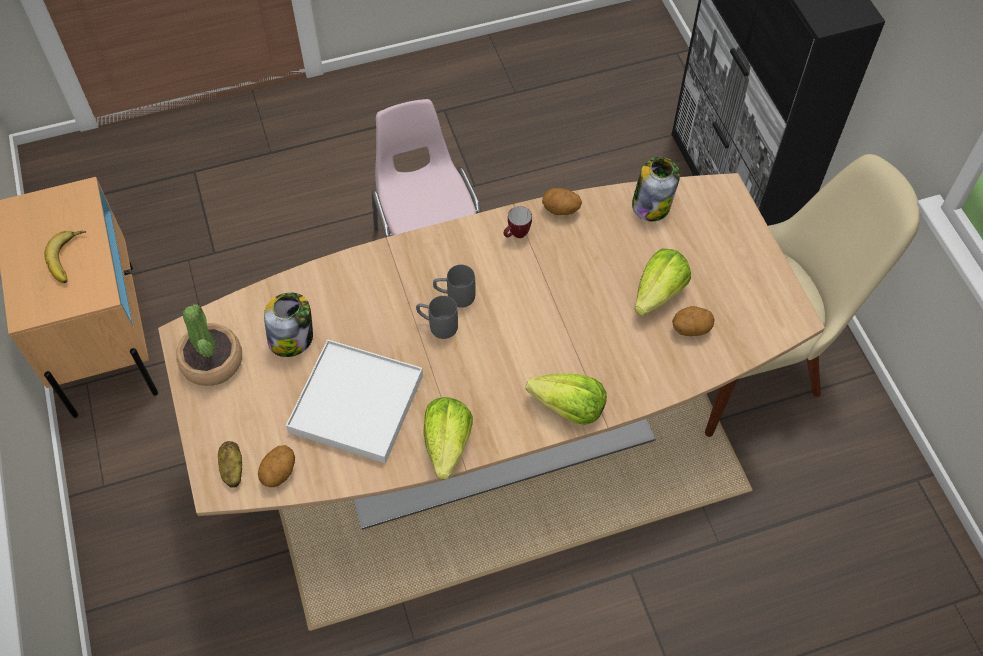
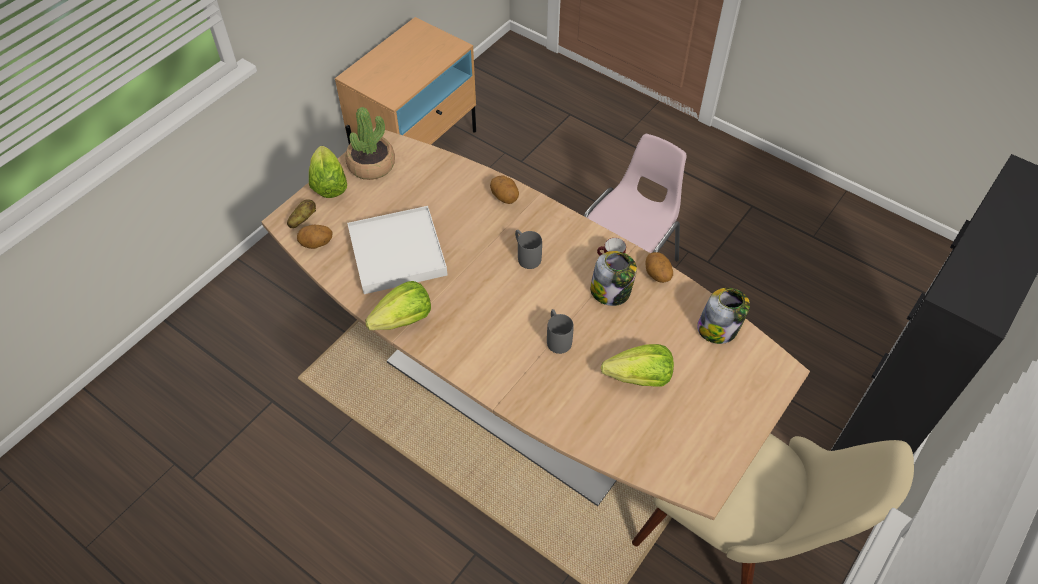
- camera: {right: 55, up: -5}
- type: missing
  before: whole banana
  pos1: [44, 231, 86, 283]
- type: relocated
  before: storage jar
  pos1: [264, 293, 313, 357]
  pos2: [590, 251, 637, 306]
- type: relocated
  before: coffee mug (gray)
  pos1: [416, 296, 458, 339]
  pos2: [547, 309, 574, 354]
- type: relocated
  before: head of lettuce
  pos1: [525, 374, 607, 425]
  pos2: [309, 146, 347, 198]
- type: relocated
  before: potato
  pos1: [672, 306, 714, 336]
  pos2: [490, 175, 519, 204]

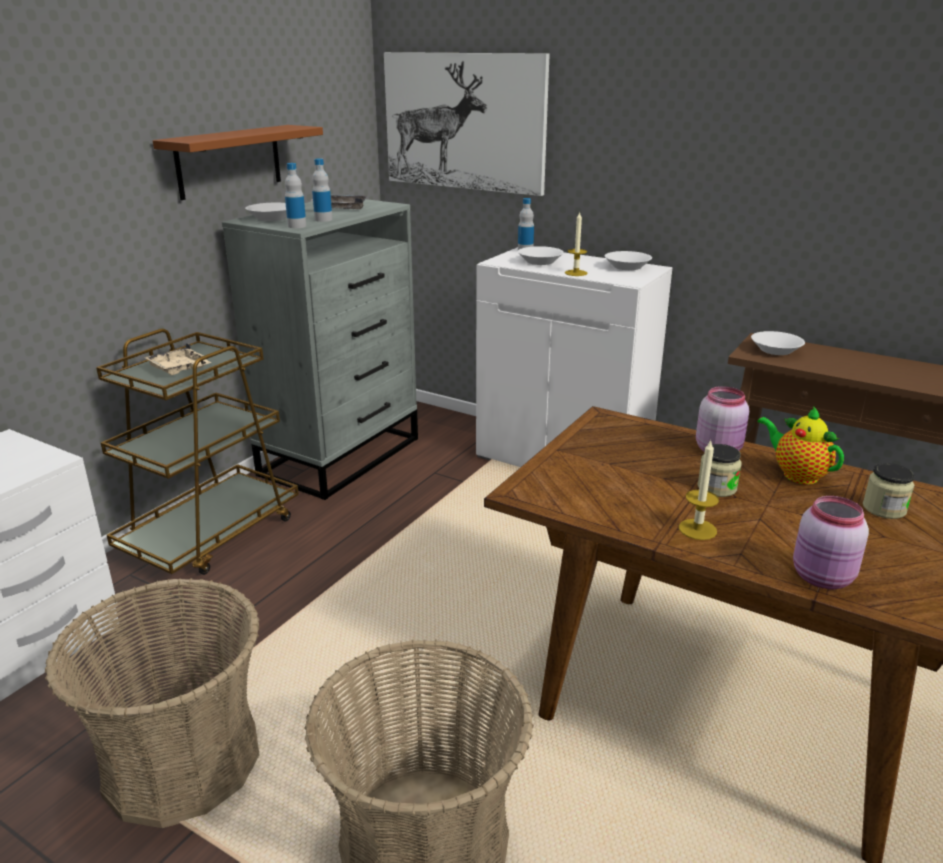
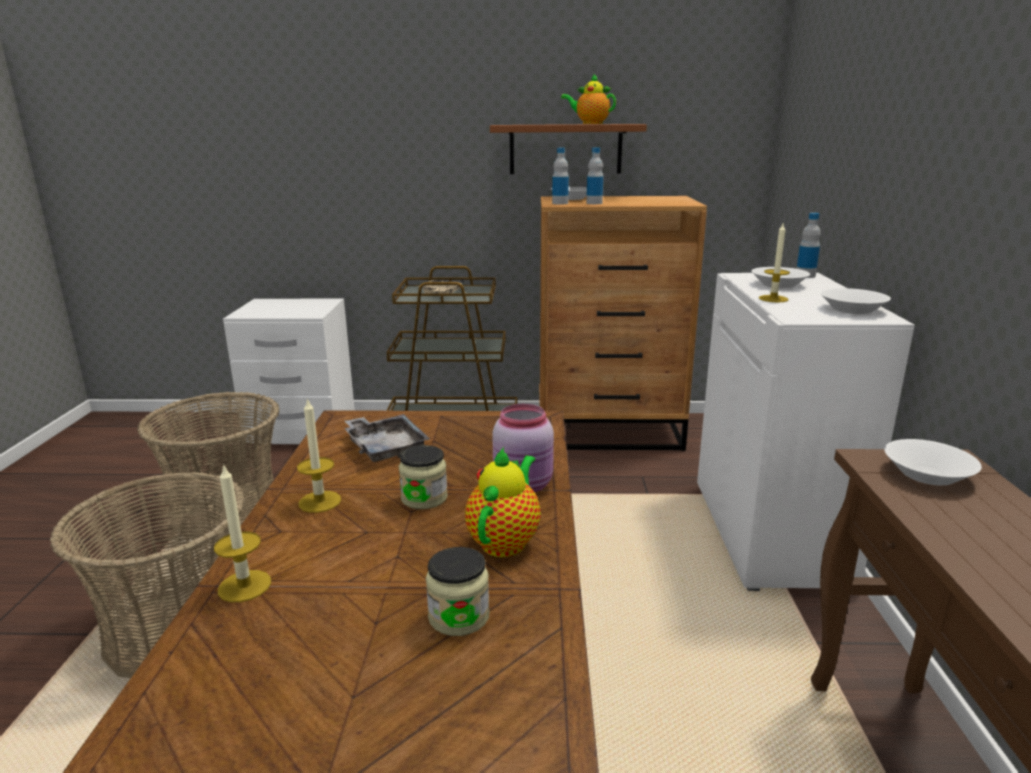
- camera: {right: 60, up: -5}
- type: missing
  before: wall art
  pos1: [384, 52, 550, 196]
- type: appeared
  after: teapot
  pos2: [561, 73, 616, 124]
- type: relocated
  before: tray (gray)
  pos1: [310, 195, 367, 209]
  pos2: [345, 414, 430, 462]
- type: exchanged
  before: storage jar (pink)
  after: wax candle
  pos1: [793, 496, 869, 589]
  pos2: [214, 464, 271, 602]
- type: colour
  before: dresser (gray)
  after: dresser (brown-coloured)
  pos1: [222, 199, 418, 500]
  pos2: [539, 196, 707, 451]

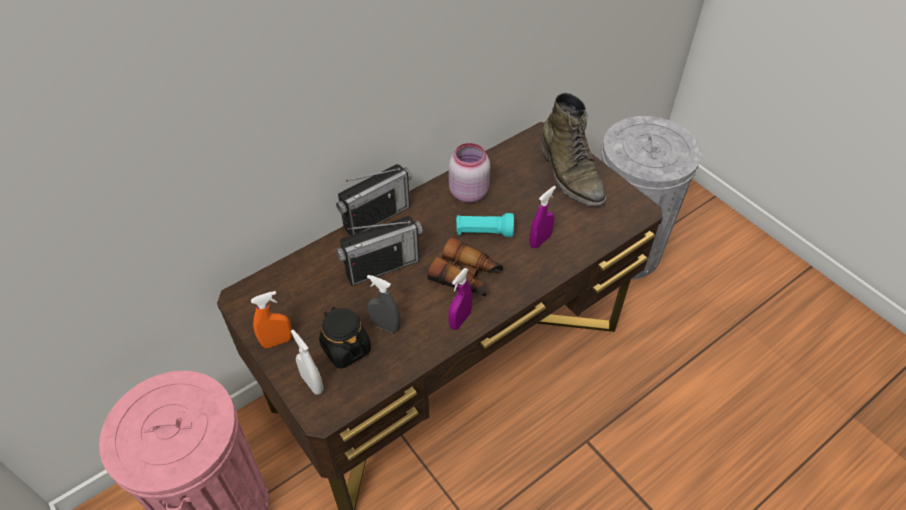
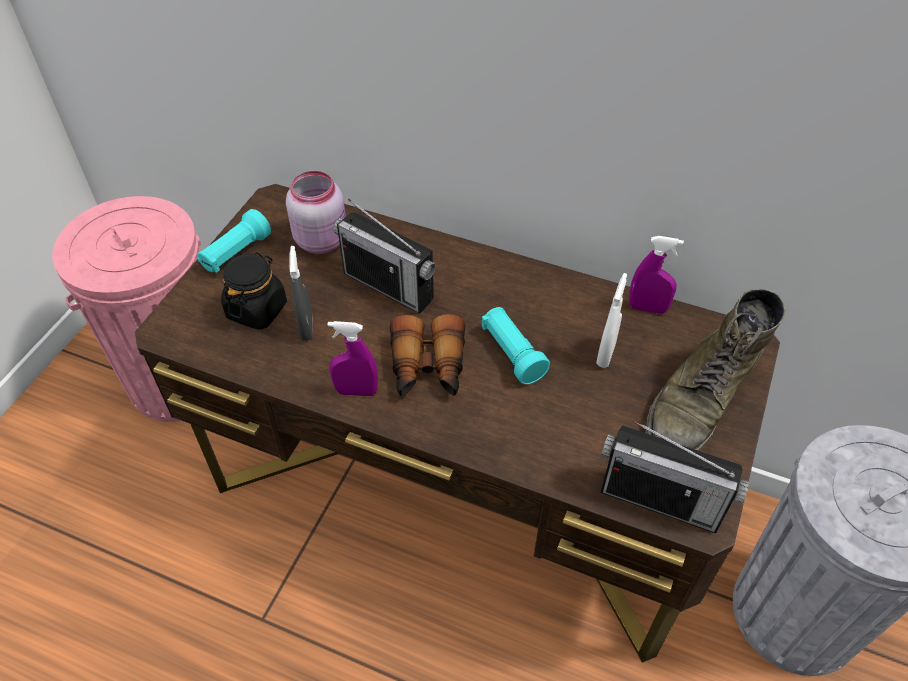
- camera: {right: 60, up: 0}
- type: relocated
  before: spray bottle (white)
  pos1: [291, 330, 324, 394]
  pos2: [596, 273, 627, 368]
- type: relocated
  before: radio set
  pos1: [336, 164, 412, 236]
  pos2: [601, 420, 749, 533]
- type: relocated
  before: storage jar (pink)
  pos1: [449, 143, 490, 203]
  pos2: [286, 171, 346, 254]
- type: relocated
  before: spray bottle (purplish)
  pos1: [530, 186, 556, 248]
  pos2: [629, 236, 684, 314]
- type: exchanged
  before: spray bottle (orange)
  after: torch (turquoise-coloured)
  pos1: [251, 291, 292, 348]
  pos2: [197, 209, 271, 273]

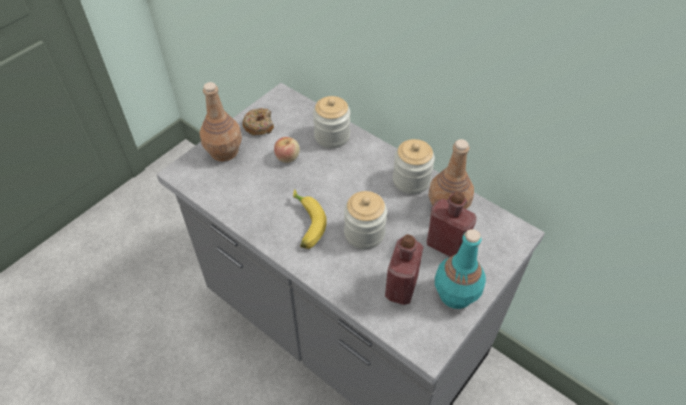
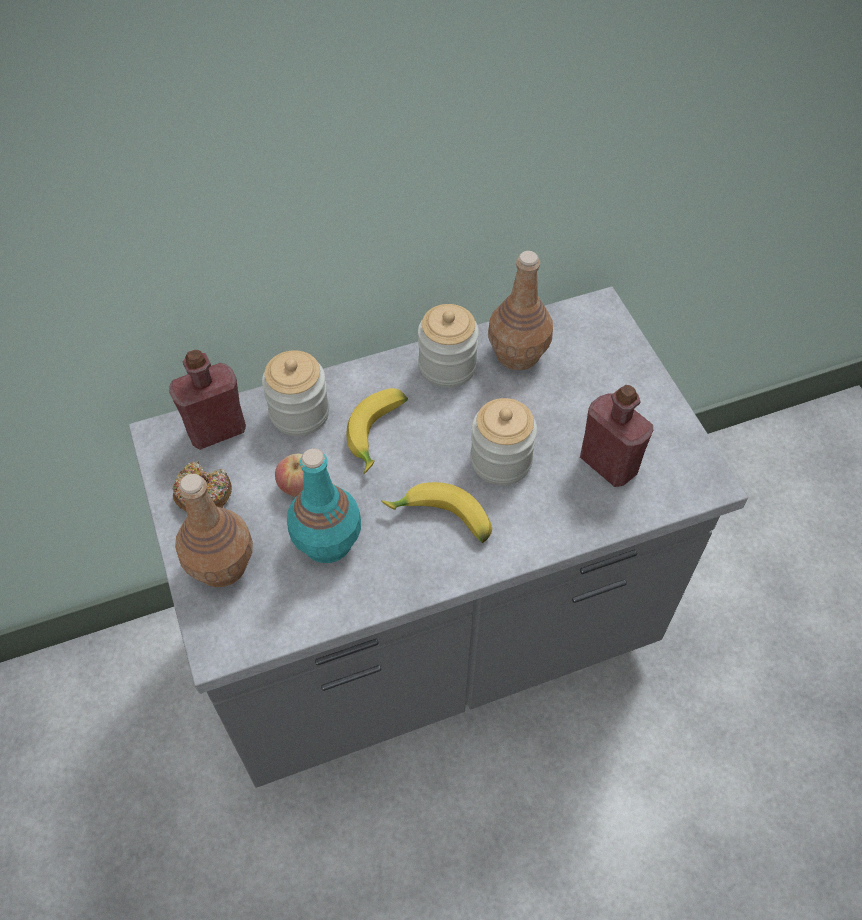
- camera: {right: -60, up: 5}
- type: appeared
  after: whole banana
  pos2: [347, 388, 408, 474]
- type: relocated
  before: bottle (reddish)
  pos1: [427, 191, 476, 257]
  pos2: [169, 350, 246, 450]
- type: relocated
  before: bottle (turquoise-coloured)
  pos1: [435, 229, 486, 309]
  pos2: [287, 449, 361, 563]

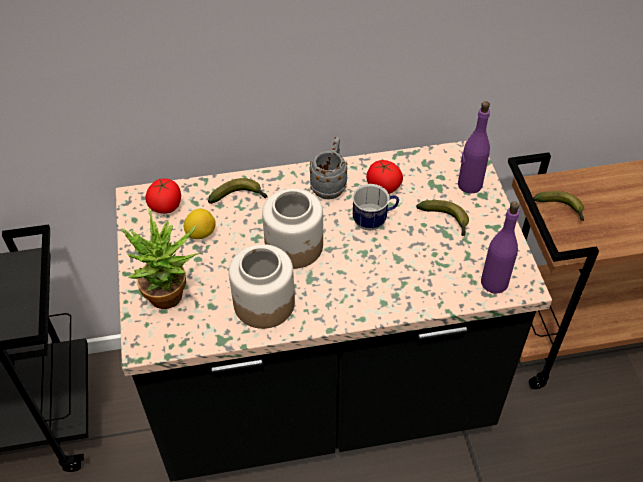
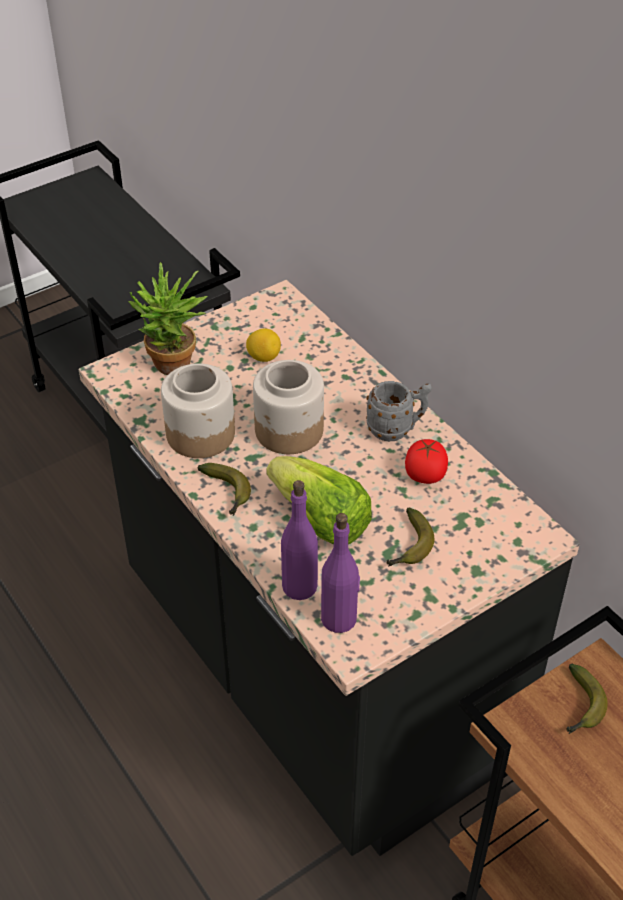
- camera: {right: 65, up: -5}
- type: missing
  before: tomato
  pos1: [145, 179, 181, 214]
- type: missing
  before: coffee mug
  pos1: [352, 184, 399, 231]
- type: appeared
  after: head of lettuce
  pos2: [266, 456, 372, 545]
- type: relocated
  before: whole banana
  pos1: [208, 178, 267, 204]
  pos2: [198, 463, 251, 516]
- type: relocated
  before: bottle (purplish)
  pos1: [458, 101, 490, 193]
  pos2: [281, 480, 318, 600]

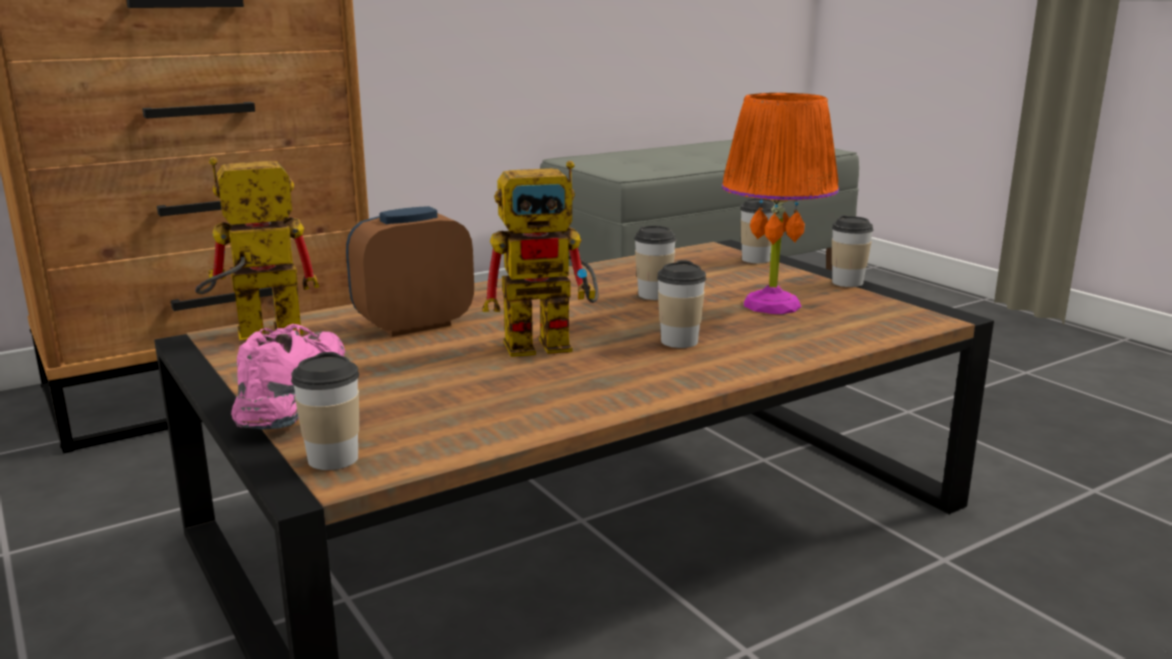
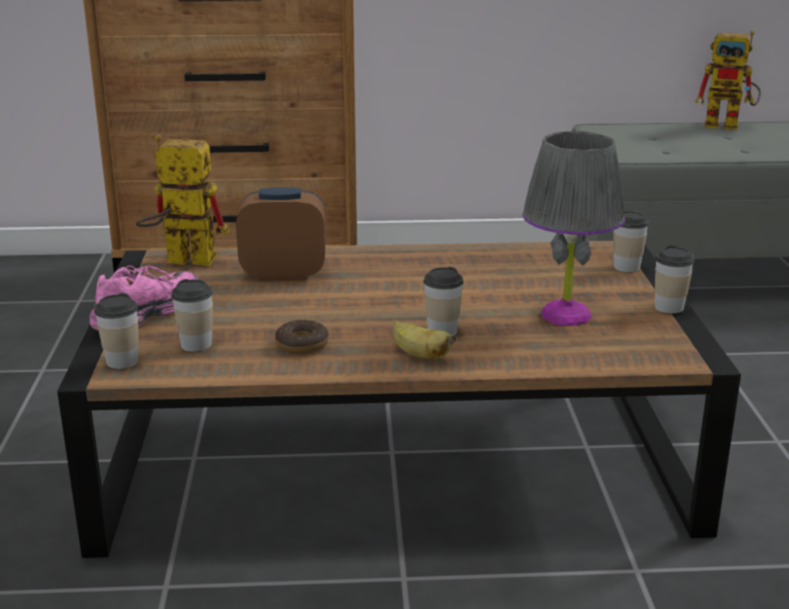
- camera: {right: 30, up: 5}
- type: appeared
  after: doughnut
  pos2: [275, 320, 329, 354]
- type: appeared
  after: whole banana
  pos2: [393, 320, 456, 359]
- type: relocated
  before: toy robot
  pos1: [483, 161, 599, 357]
  pos2: [695, 31, 761, 130]
- type: relocated
  before: small cup
  pos1: [634, 226, 677, 300]
  pos2: [171, 279, 213, 352]
- type: colour
  before: table lamp (orange)
  after: table lamp (gray)
  pos1: [722, 93, 839, 314]
  pos2: [522, 131, 625, 326]

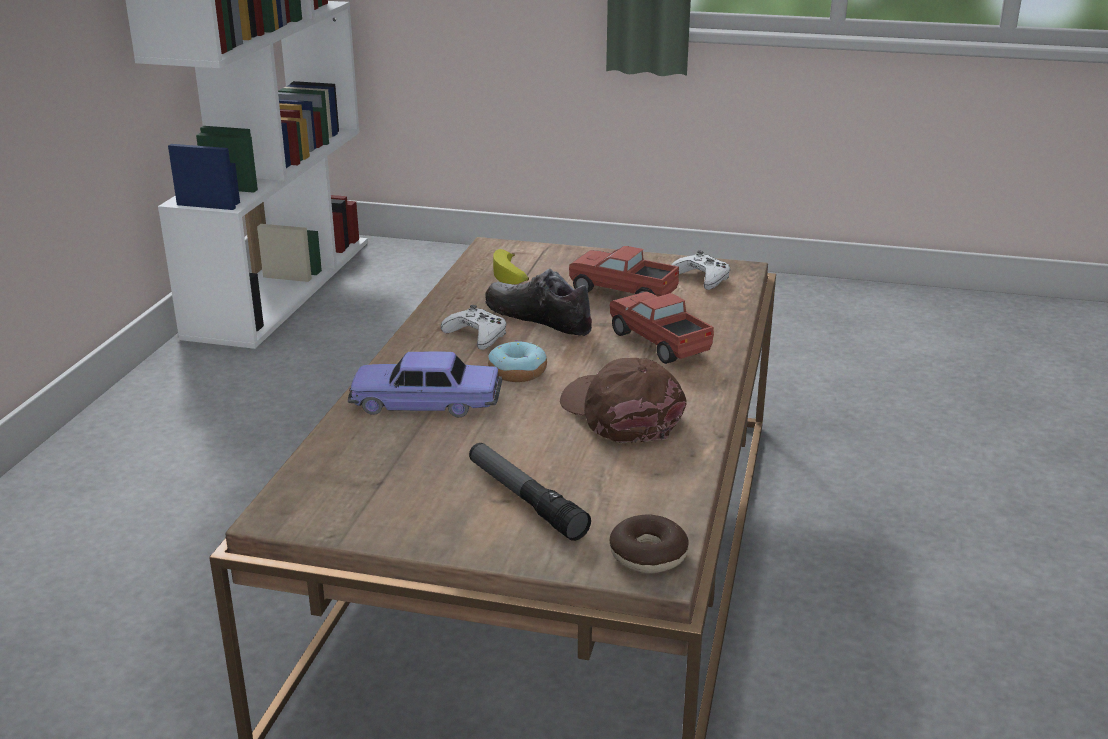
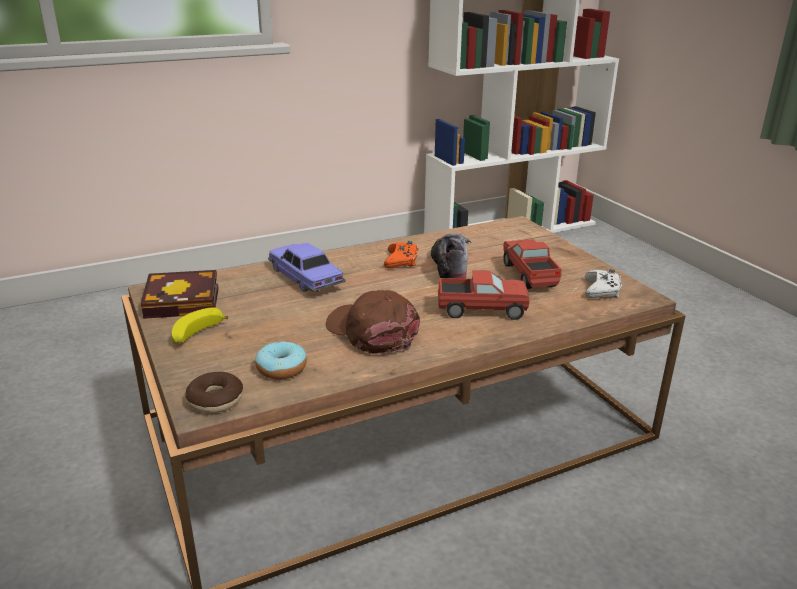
- camera: {right: 50, up: 0}
- type: missing
  before: torch
  pos1: [469, 443, 591, 541]
- type: appeared
  after: volume
  pos2: [141, 270, 219, 319]
- type: relocated
  before: doughnut
  pos1: [488, 340, 547, 382]
  pos2: [255, 341, 307, 379]
- type: relocated
  before: whole banana
  pos1: [493, 249, 529, 284]
  pos2: [172, 308, 228, 344]
- type: colour
  before: gamepad (white)
  after: gamepad (orange)
  pos1: [441, 305, 507, 350]
  pos2: [384, 240, 418, 268]
- type: spun
  before: baseball cap (brown-coloured)
  pos1: [560, 358, 687, 443]
  pos2: [326, 290, 420, 354]
  turn: -60
- type: spun
  before: toy truck
  pos1: [609, 291, 714, 364]
  pos2: [438, 270, 529, 320]
  turn: 75

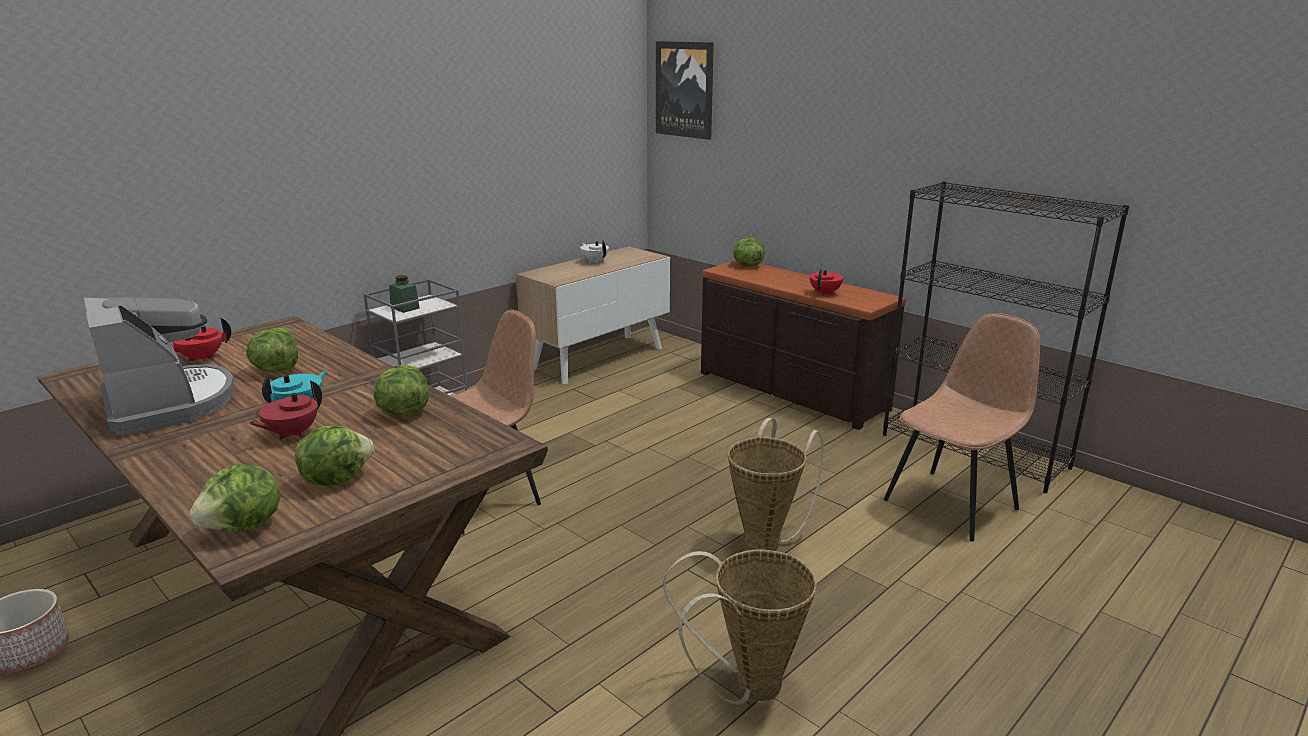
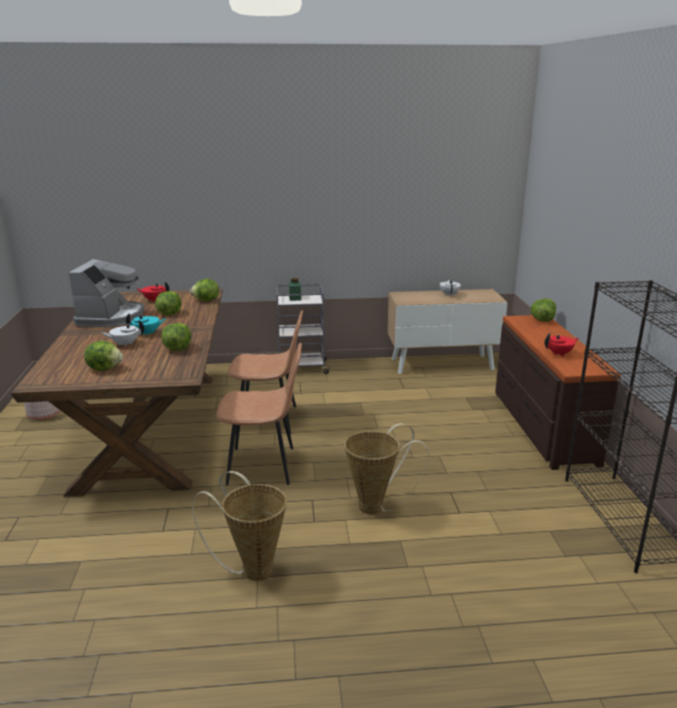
- camera: {right: 40, up: 0}
- type: missing
  before: wall art
  pos1: [656, 41, 714, 140]
- type: relocated
  before: head of lettuce
  pos1: [190, 464, 280, 532]
  pos2: [190, 279, 219, 302]
- type: relocated
  before: plain chair (brown-coloured)
  pos1: [884, 313, 1040, 542]
  pos2: [216, 342, 302, 485]
- type: colour
  before: teapot (reddish)
  after: teapot (white)
  pos1: [248, 381, 322, 439]
  pos2: [101, 320, 144, 346]

